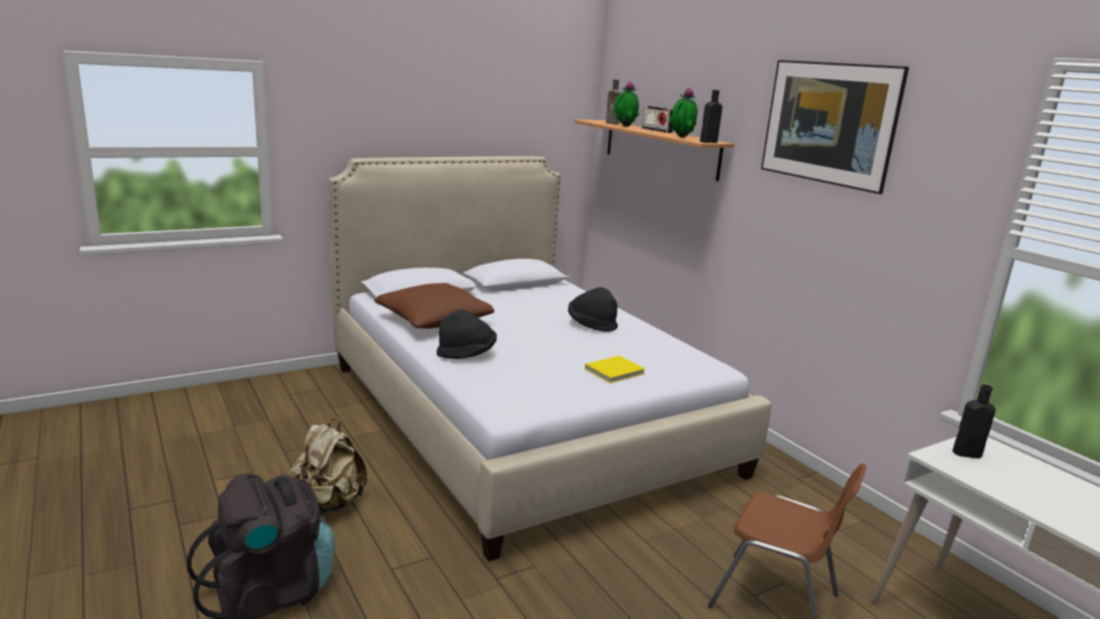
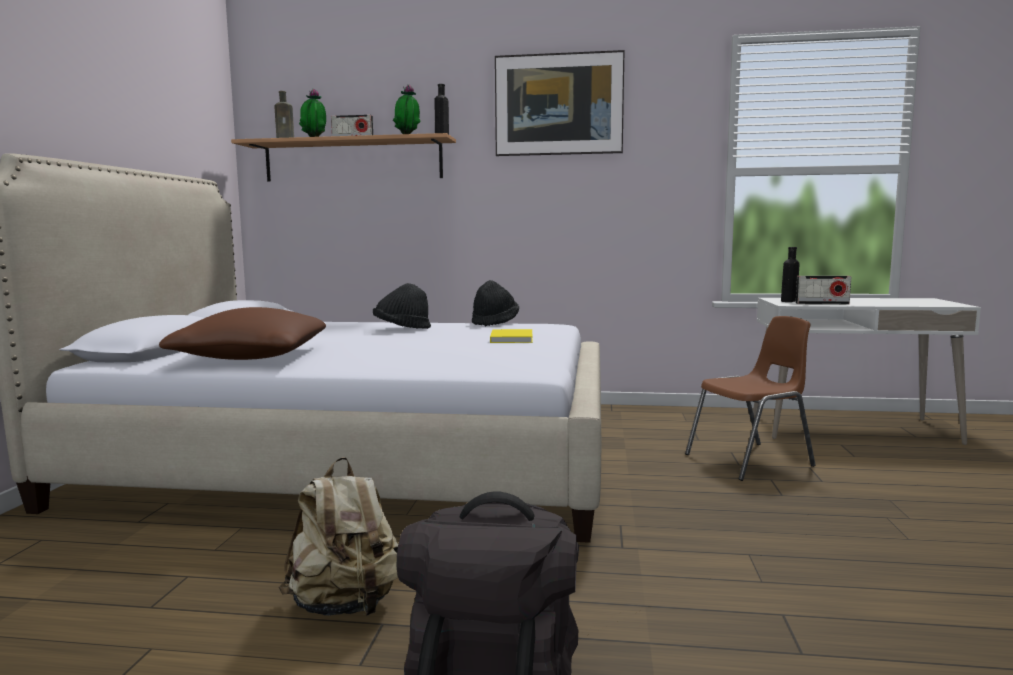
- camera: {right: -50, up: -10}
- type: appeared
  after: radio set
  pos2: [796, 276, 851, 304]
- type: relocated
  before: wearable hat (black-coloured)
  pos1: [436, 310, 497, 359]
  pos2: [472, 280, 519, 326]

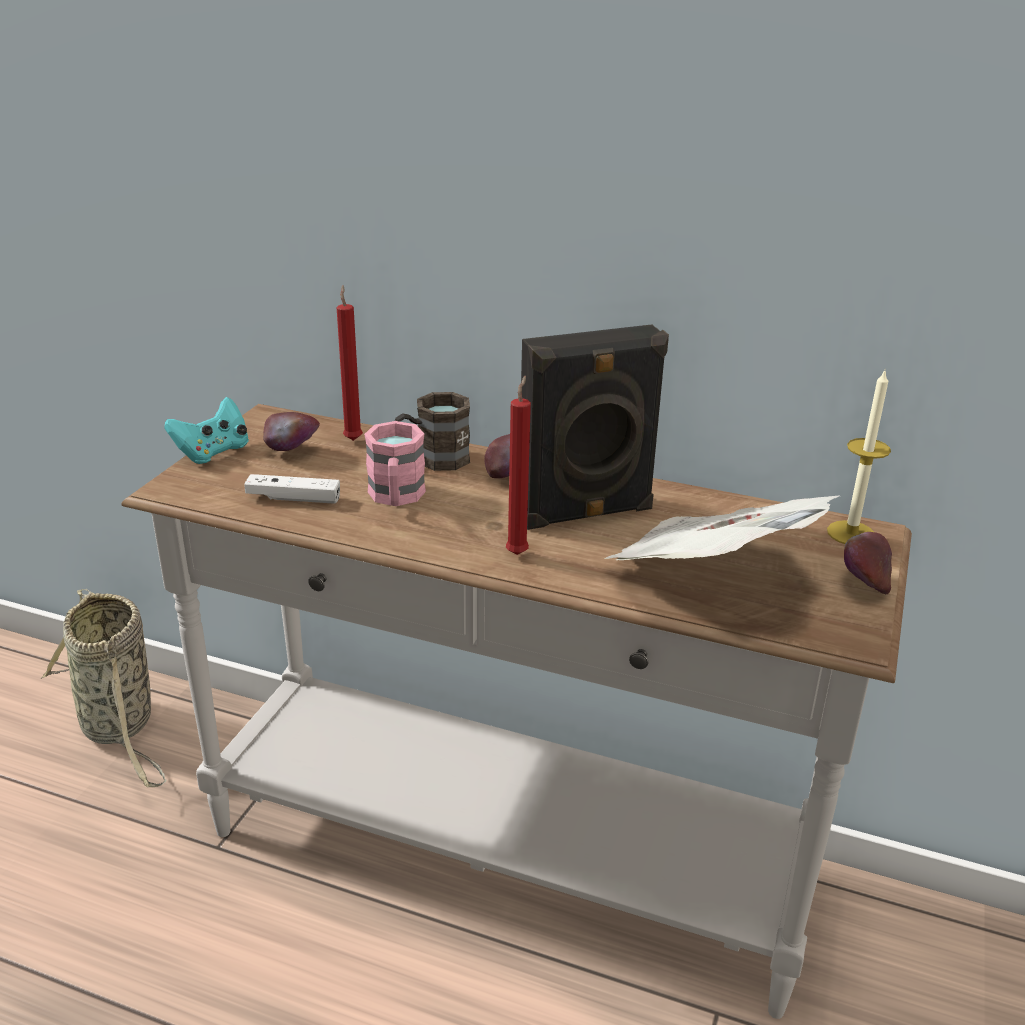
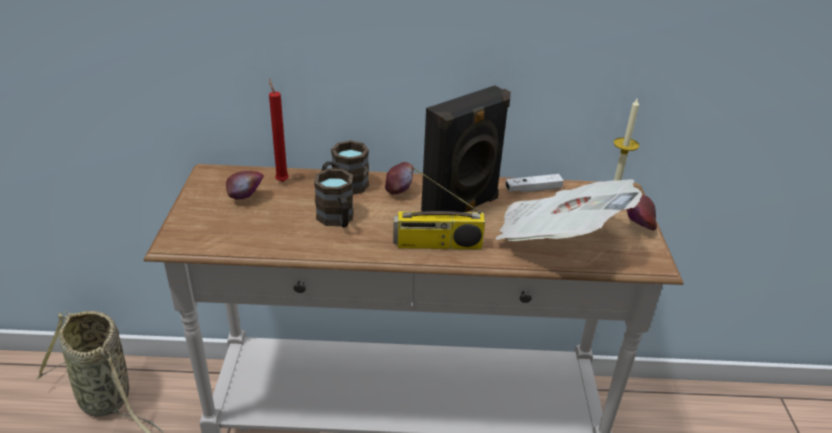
- camera: {right: -20, up: 5}
- type: missing
  before: gamepad (turquoise-coloured)
  pos1: [164, 397, 249, 464]
- type: relocated
  before: gamepad (white)
  pos1: [244, 474, 340, 504]
  pos2: [505, 174, 564, 193]
- type: exchanged
  before: wax candle (reddish)
  after: radio set
  pos1: [506, 376, 531, 555]
  pos2: [393, 168, 485, 249]
- type: colour
  before: coffee mug (pink)
  after: coffee mug (brown-coloured)
  pos1: [364, 421, 426, 506]
  pos2: [314, 169, 354, 227]

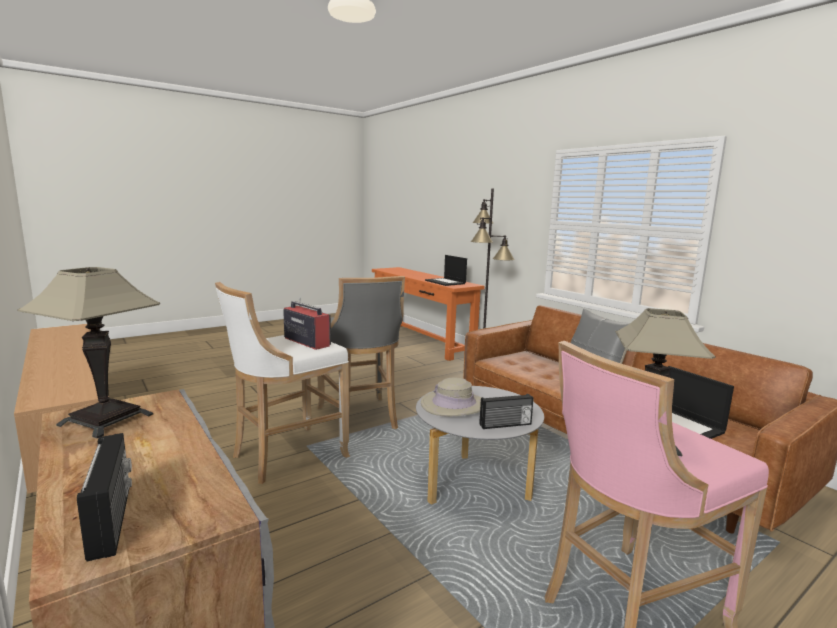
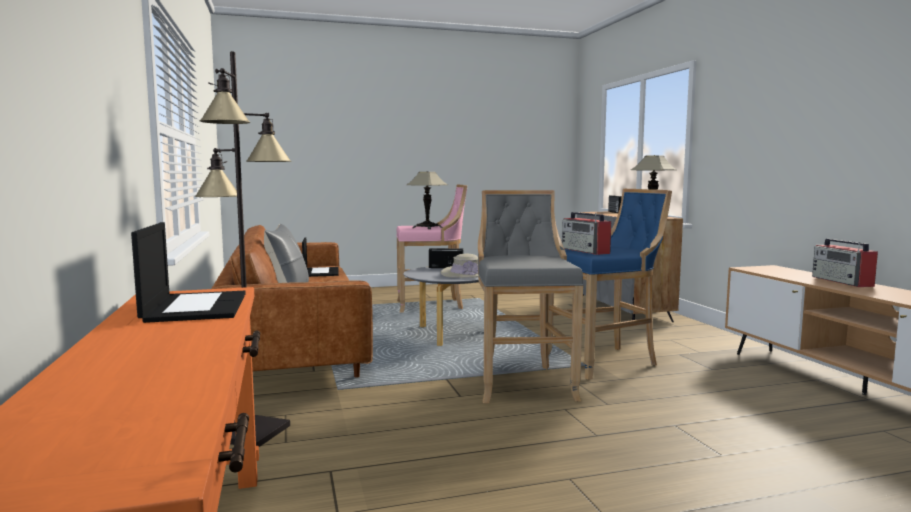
- camera: {right: -160, up: -5}
- type: appeared
  after: radio set
  pos2: [812, 239, 878, 287]
- type: colour
  before: stool seat (white)
  after: stool seat (blue-coloured)
  pos1: [215, 282, 350, 484]
  pos2: [548, 189, 672, 380]

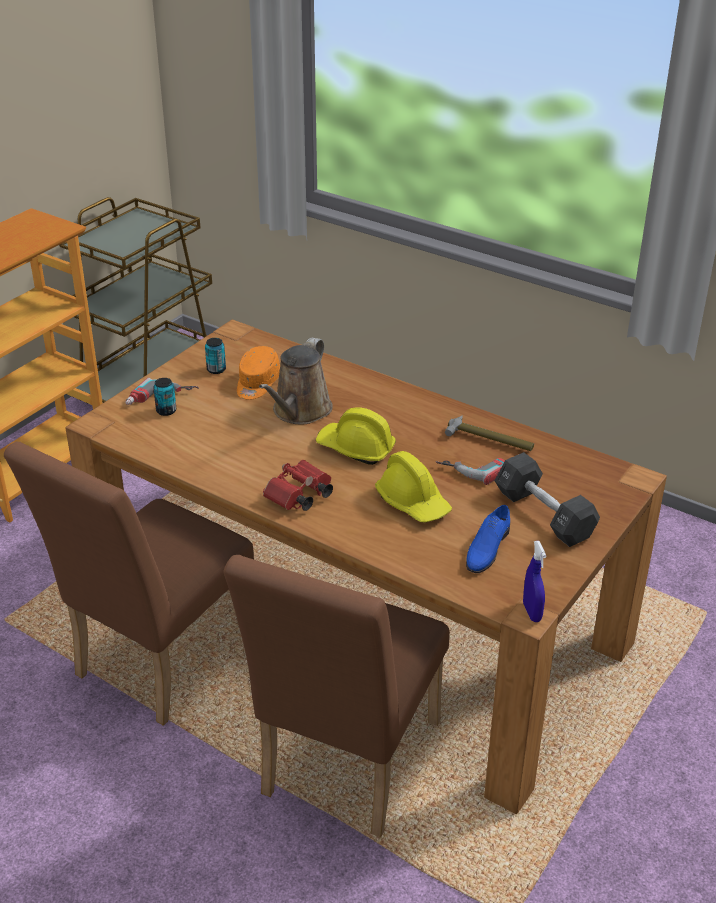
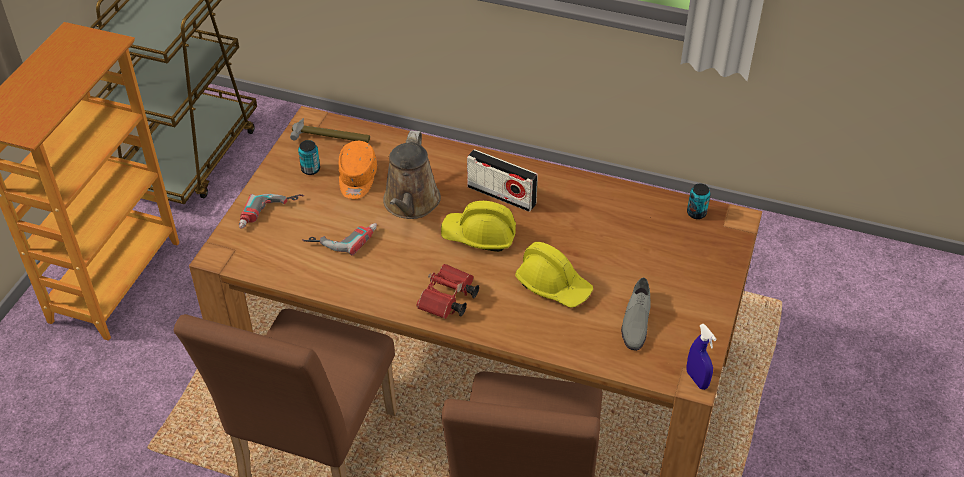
- camera: {right: -15, up: 10}
- type: missing
  before: dumbbell (black-coloured)
  pos1: [495, 452, 600, 547]
- type: appeared
  after: radio set
  pos2: [467, 149, 538, 212]
- type: relocated
  before: sealed can
  pos1: [153, 378, 176, 416]
  pos2: [687, 183, 710, 219]
- type: relocated
  before: drill
  pos1: [436, 458, 505, 485]
  pos2: [302, 223, 377, 255]
- type: relocated
  before: tool hammer
  pos1: [445, 415, 534, 451]
  pos2: [290, 118, 370, 143]
- type: colour
  before: shoe (blue-coloured)
  after: shoe (gray)
  pos1: [466, 505, 510, 573]
  pos2: [621, 277, 651, 351]

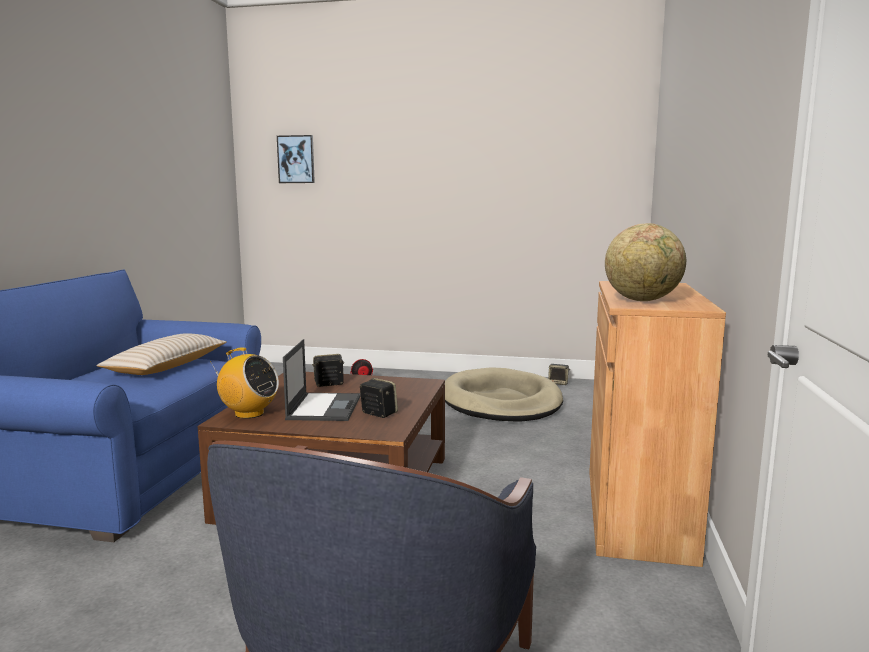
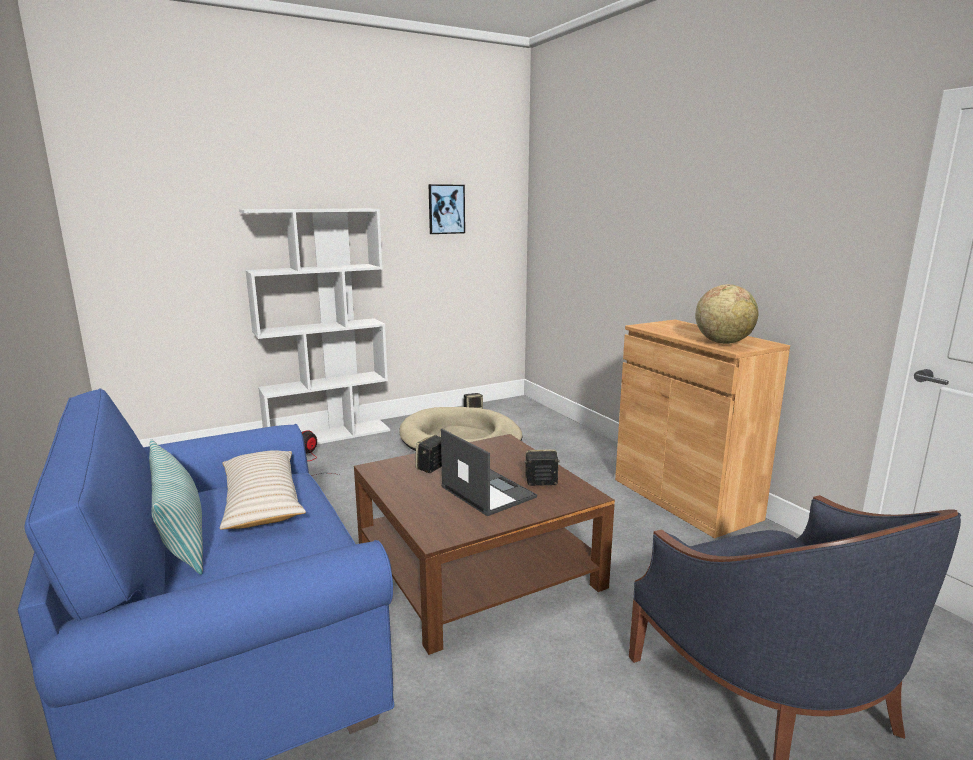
- camera: {right: -40, up: 5}
- type: missing
  before: radio set
  pos1: [210, 348, 279, 419]
- type: appeared
  after: pillow
  pos2: [149, 439, 203, 575]
- type: appeared
  after: bookshelf (white)
  pos2: [239, 208, 390, 444]
- type: relocated
  before: wall art
  pos1: [277, 135, 315, 183]
  pos2: [428, 184, 465, 234]

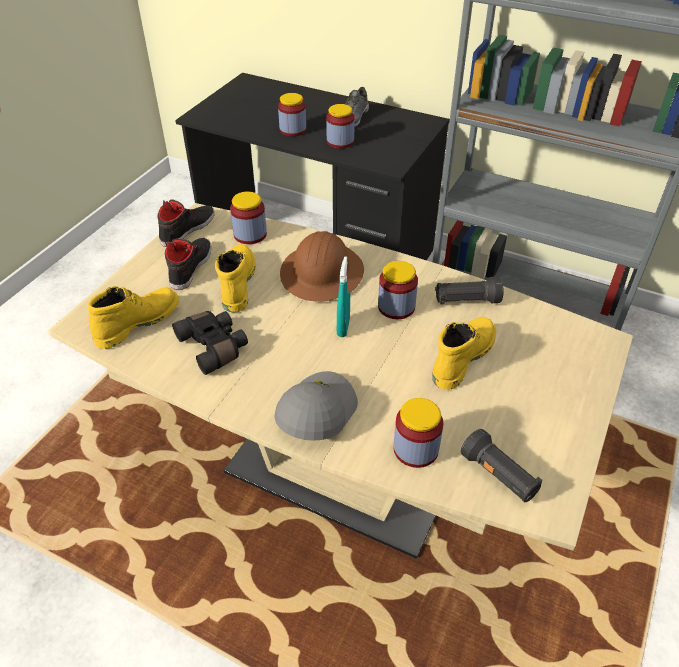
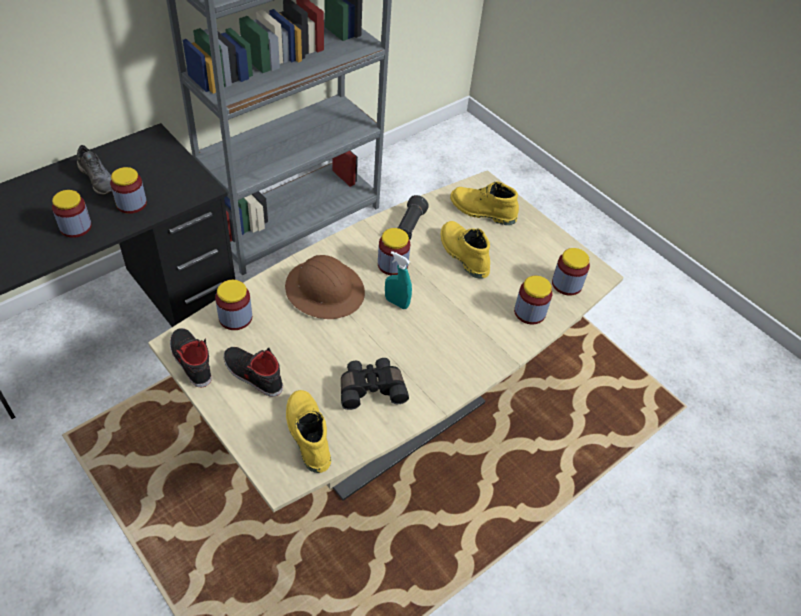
- camera: {right: -70, up: 5}
- type: missing
  before: baseball cap (gray)
  pos1: [274, 371, 358, 441]
- type: relocated
  before: boot (yellow)
  pos1: [215, 244, 256, 312]
  pos2: [450, 181, 519, 225]
- type: exchanged
  before: torch (black-coloured)
  after: storage jar
  pos1: [461, 429, 543, 503]
  pos2: [552, 248, 590, 295]

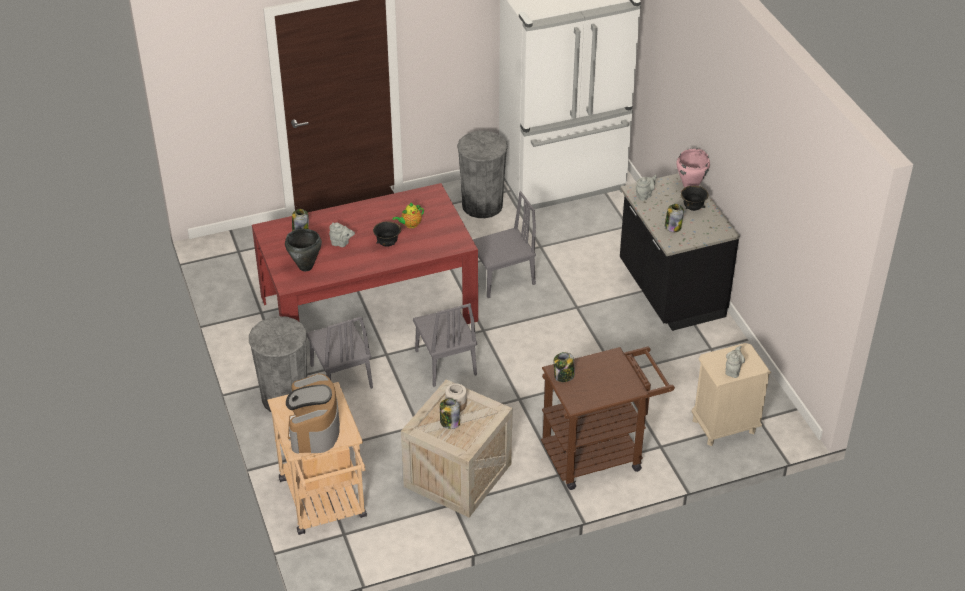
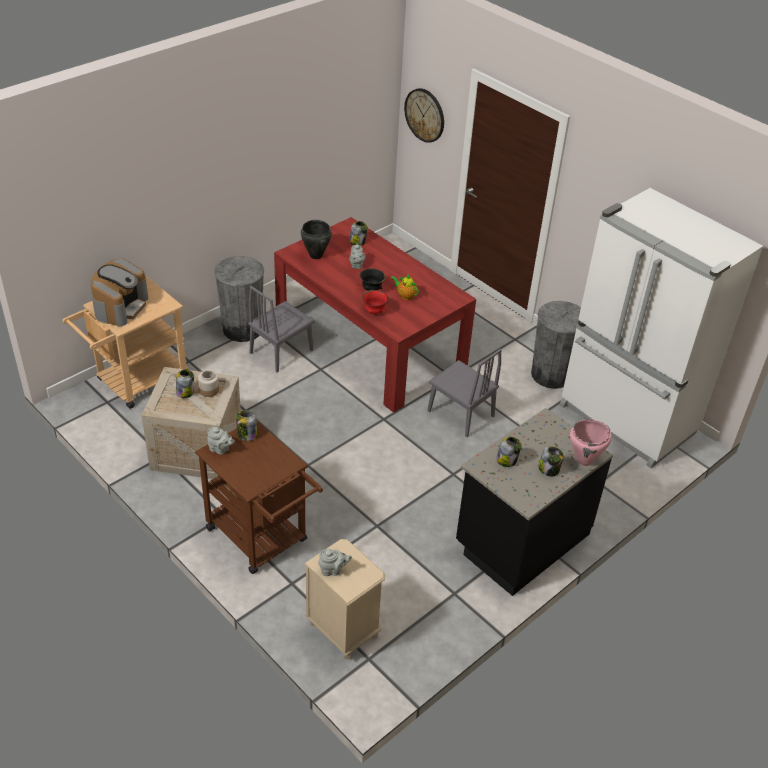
- camera: {right: 65, up: 0}
- type: missing
  before: plain chair (gray)
  pos1: [413, 303, 477, 387]
- type: appeared
  after: deep dish (reddish)
  pos2: [362, 290, 389, 314]
- type: appeared
  after: wall clock
  pos2: [404, 88, 444, 143]
- type: relocated
  before: teapot (gray)
  pos1: [636, 175, 657, 201]
  pos2: [207, 427, 235, 455]
- type: exchanged
  before: deep dish (black-coloured)
  after: storage jar
  pos1: [681, 185, 708, 211]
  pos2: [539, 446, 564, 477]
- type: spun
  before: coffee brewer
  pos1: [286, 374, 340, 454]
  pos2: [91, 259, 148, 327]
  turn: 135

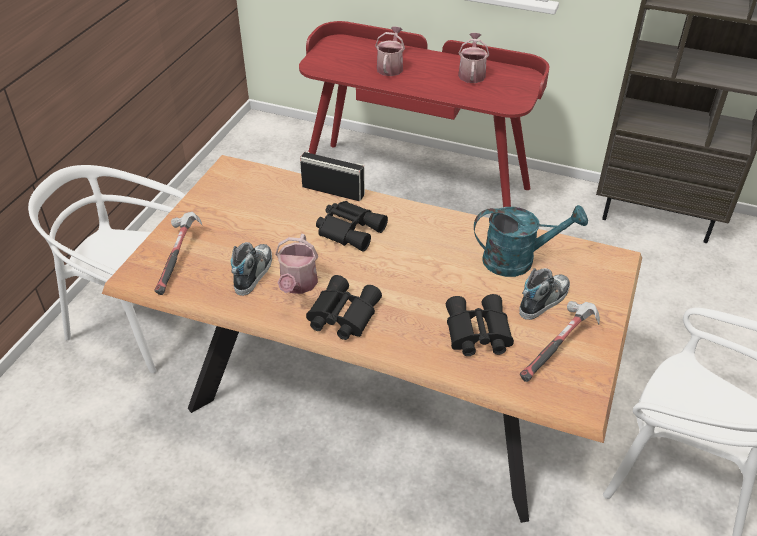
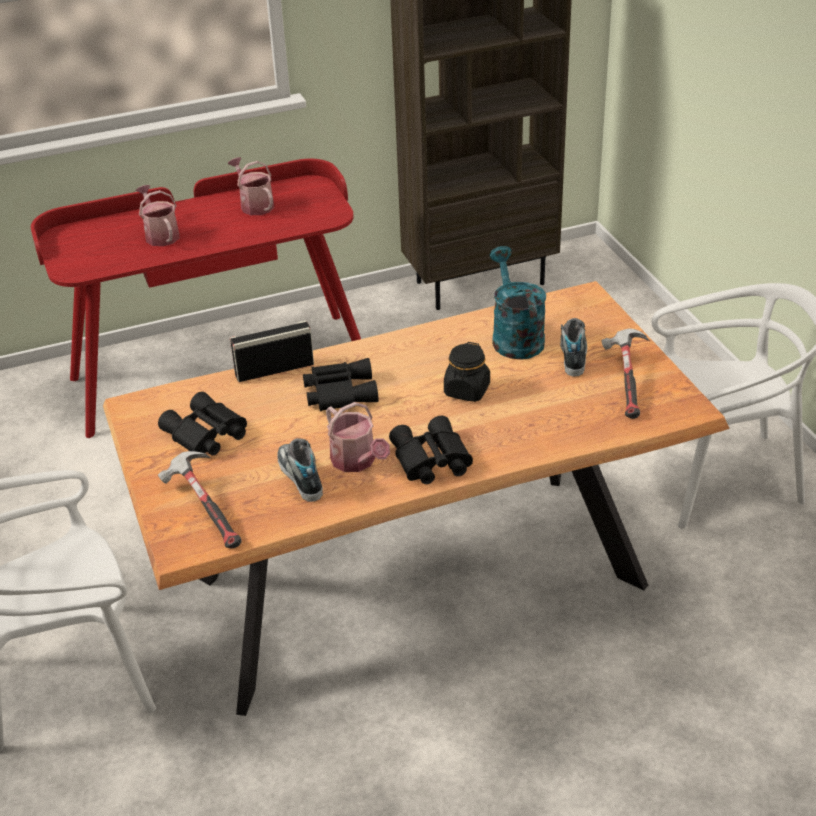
- camera: {right: -40, up: -5}
- type: appeared
  after: storage jar (black-coloured)
  pos2: [444, 342, 490, 402]
- type: relocated
  before: field glasses (black-coloured)
  pos1: [446, 294, 514, 356]
  pos2: [158, 392, 247, 455]
- type: spun
  before: watering pot (turquoise-coloured)
  pos1: [474, 205, 588, 277]
  pos2: [489, 246, 546, 359]
  turn: -60

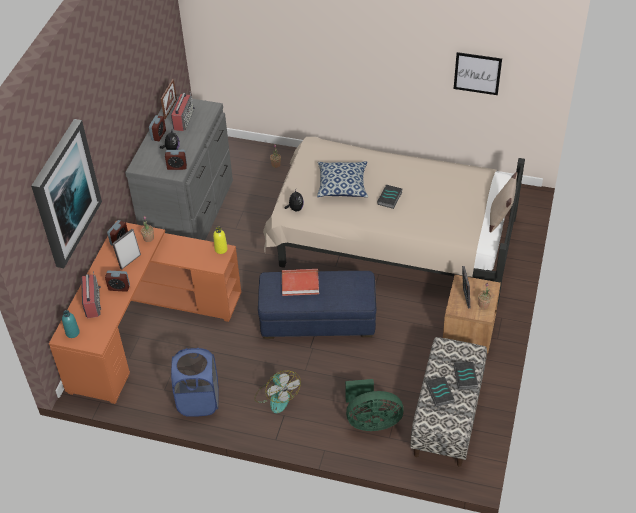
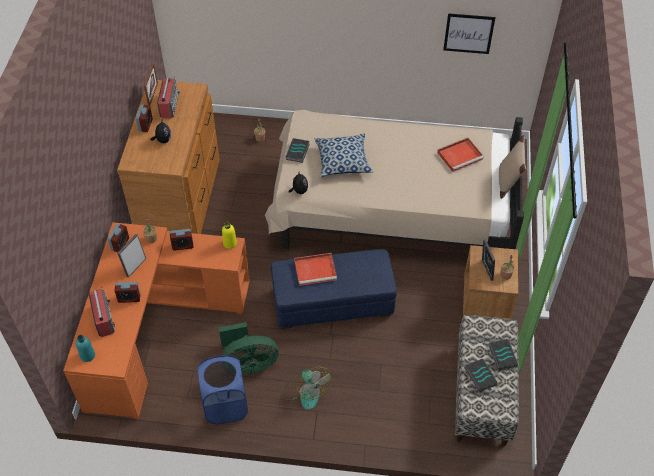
- camera: {right: -10, up: 5}
- type: missing
  before: wall art
  pos1: [31, 119, 102, 268]
- type: appeared
  after: tray (reddish)
  pos2: [437, 138, 484, 172]
- type: relocated
  before: table clock
  pos1: [165, 150, 187, 170]
  pos2: [170, 229, 193, 251]
- type: relocated
  before: fan (green-coloured)
  pos1: [345, 379, 404, 431]
  pos2: [219, 322, 279, 374]
- type: relocated
  before: volume
  pos1: [377, 185, 402, 209]
  pos2: [286, 138, 310, 163]
- type: colour
  before: dresser (gray)
  after: dresser (brown-coloured)
  pos1: [125, 96, 233, 240]
  pos2: [117, 80, 220, 234]

